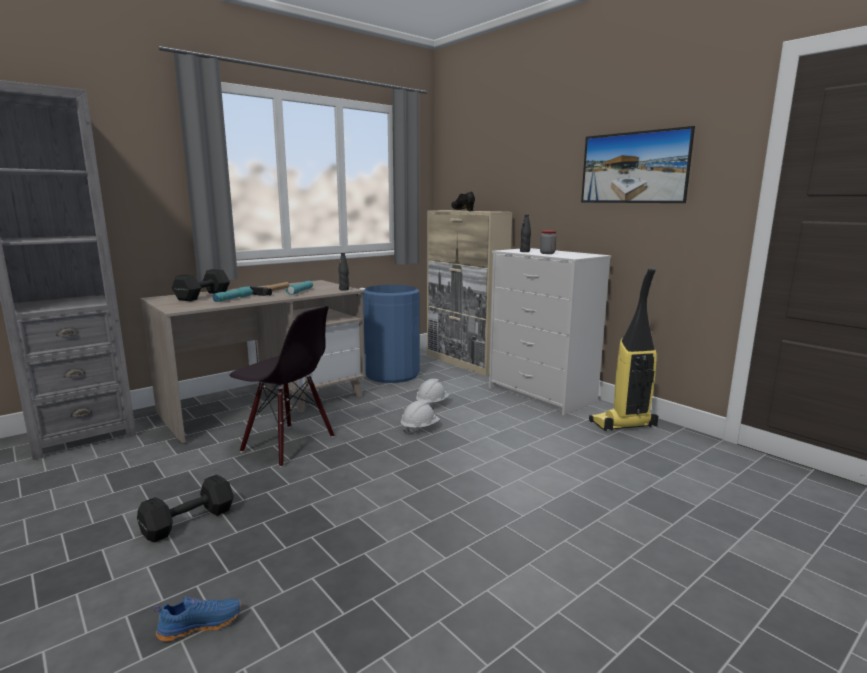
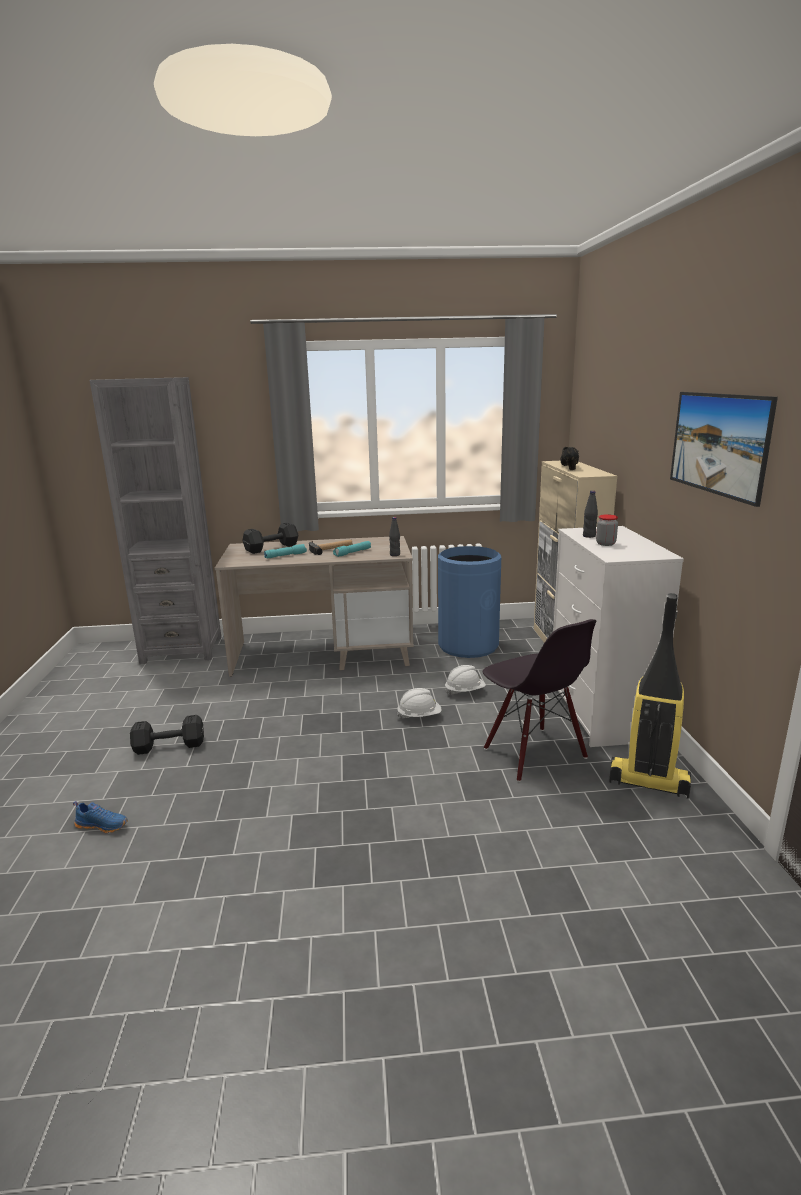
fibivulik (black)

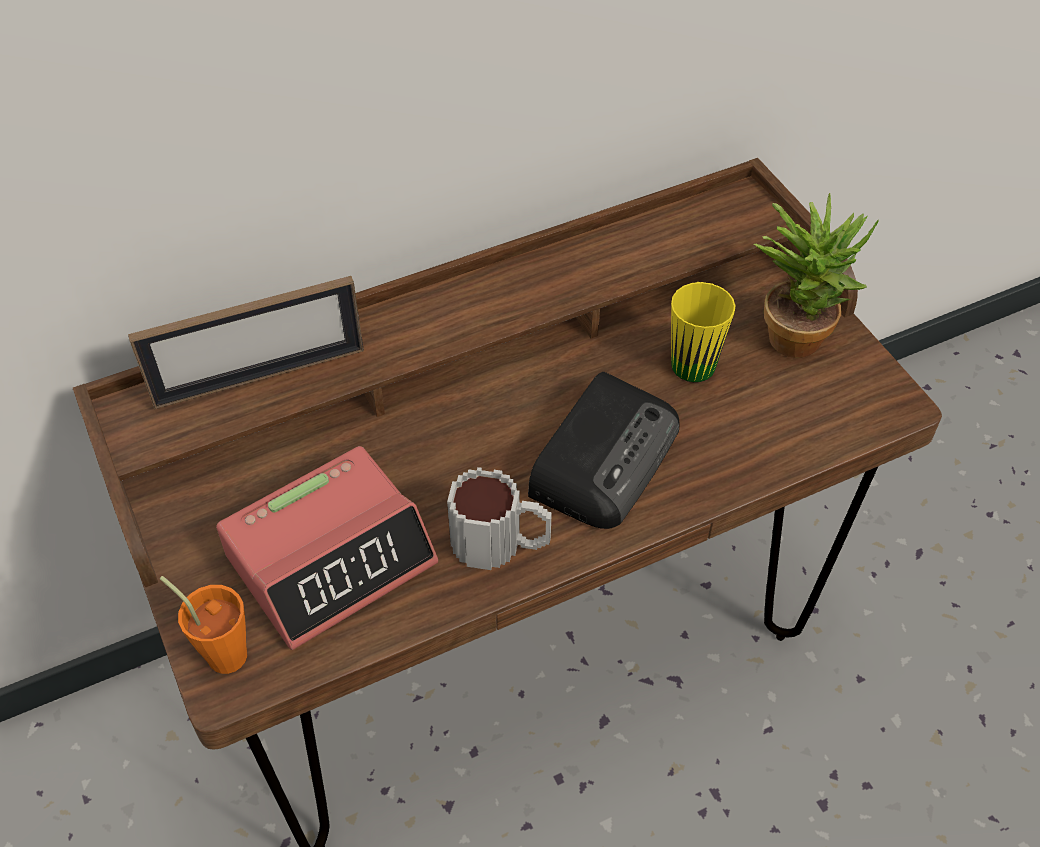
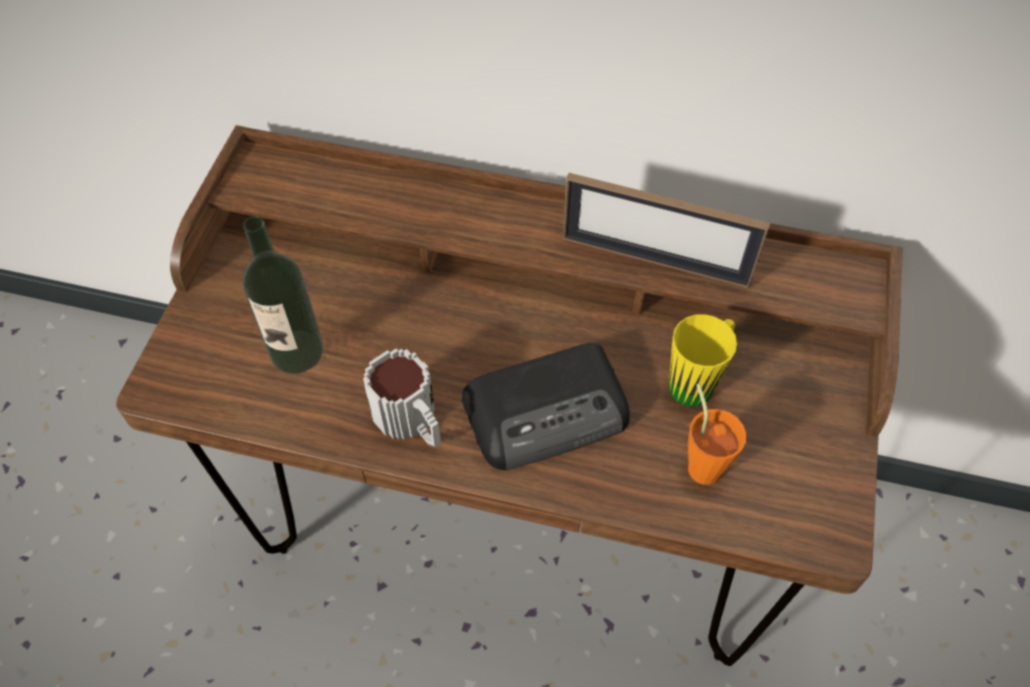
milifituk
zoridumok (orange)
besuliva
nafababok

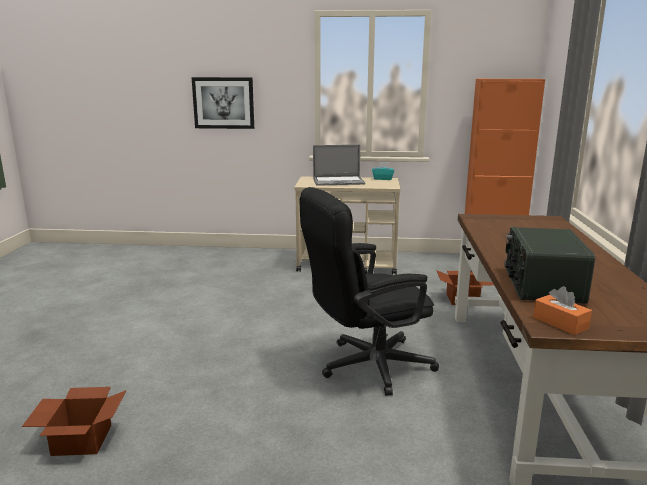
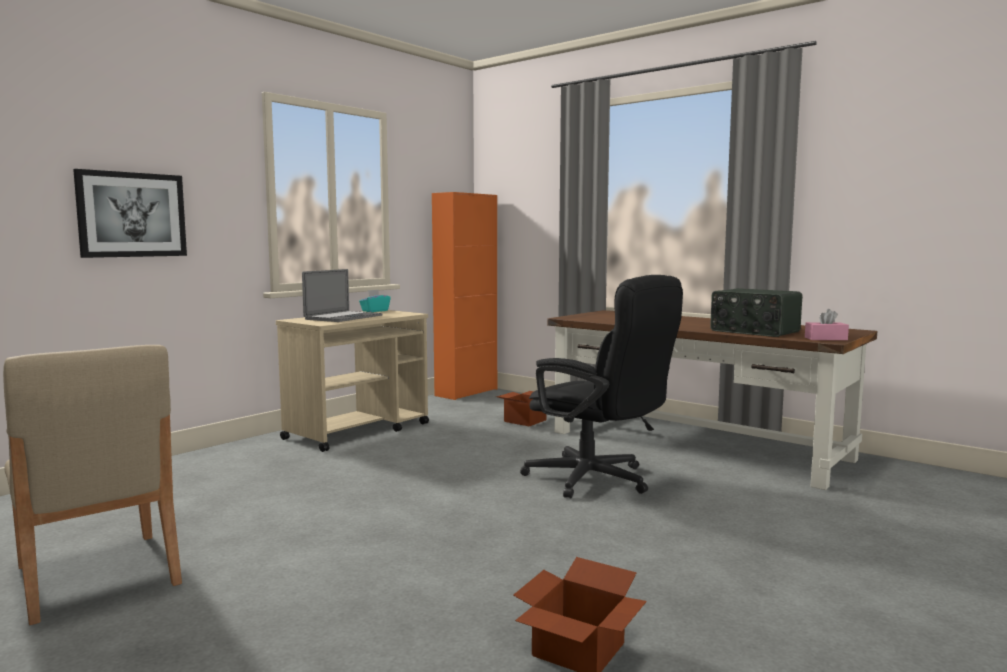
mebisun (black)
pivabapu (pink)
fibivulik (beige)

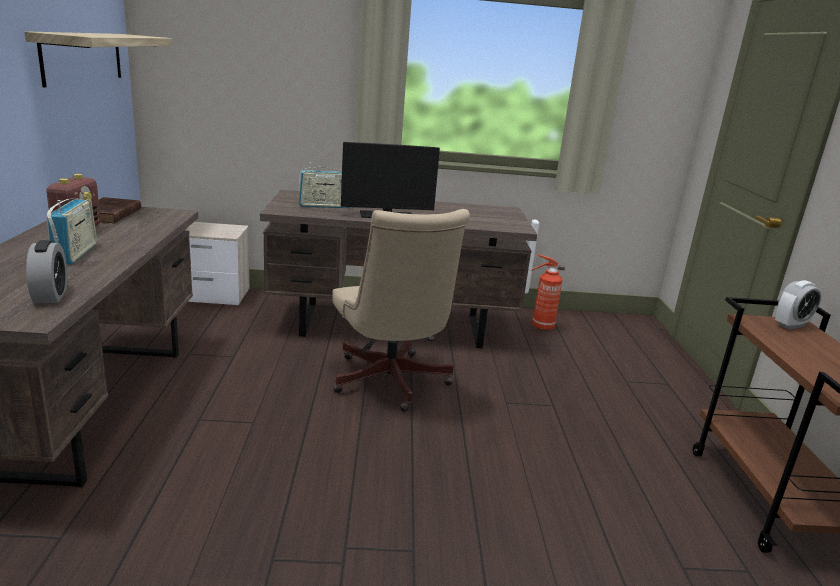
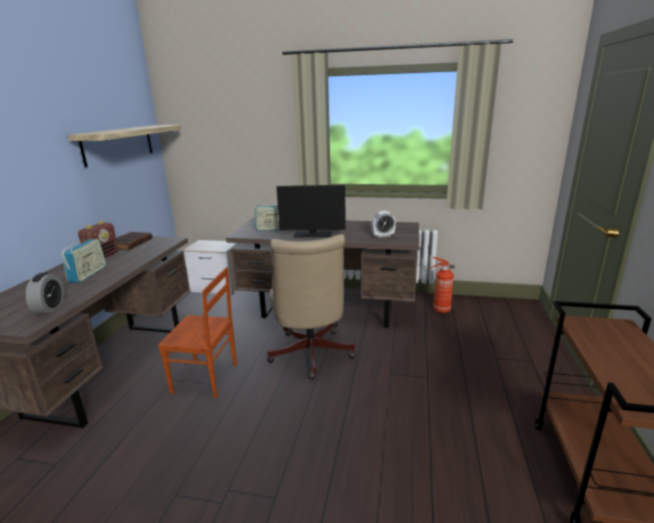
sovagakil (no. 2 from left)
fibivulik (brown)

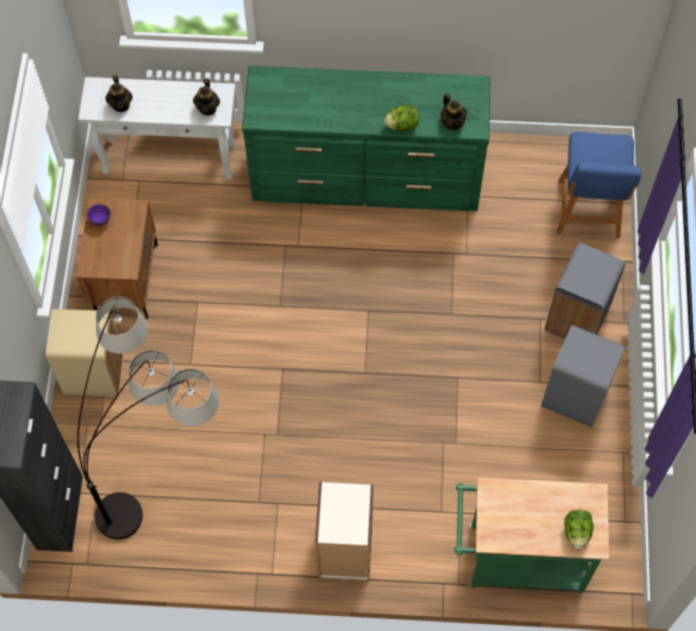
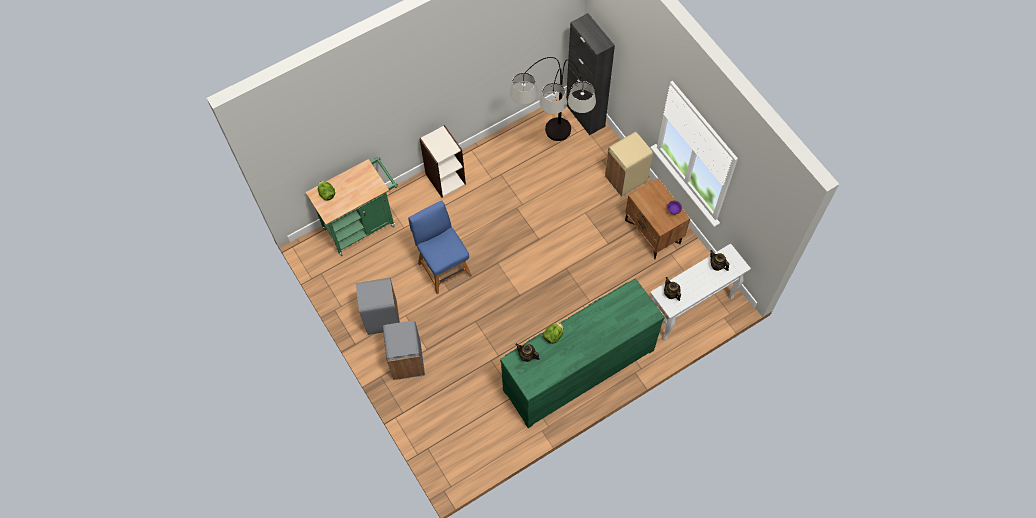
fibivulik (blue)

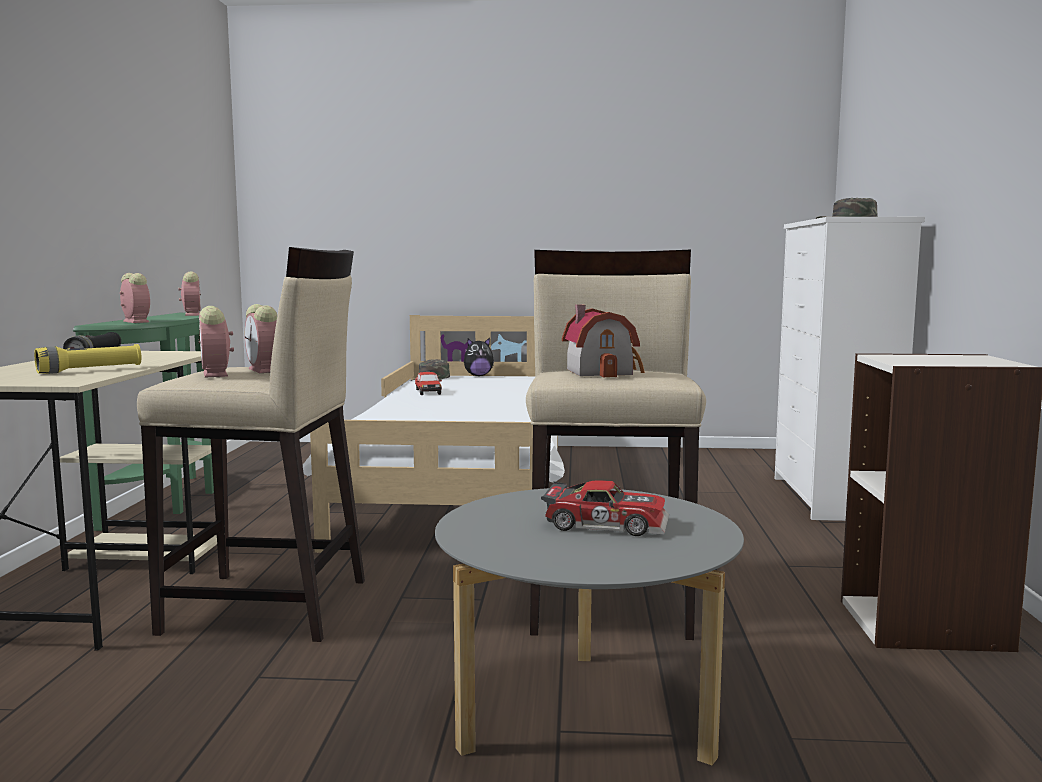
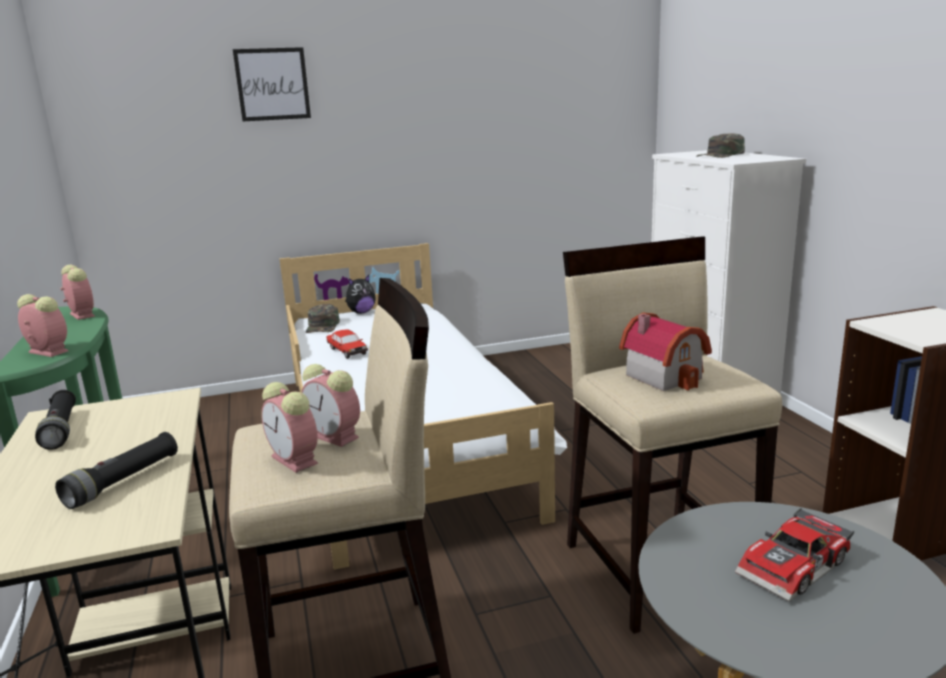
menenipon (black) (no. 2 from left)
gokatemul (no. 2 from left)
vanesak

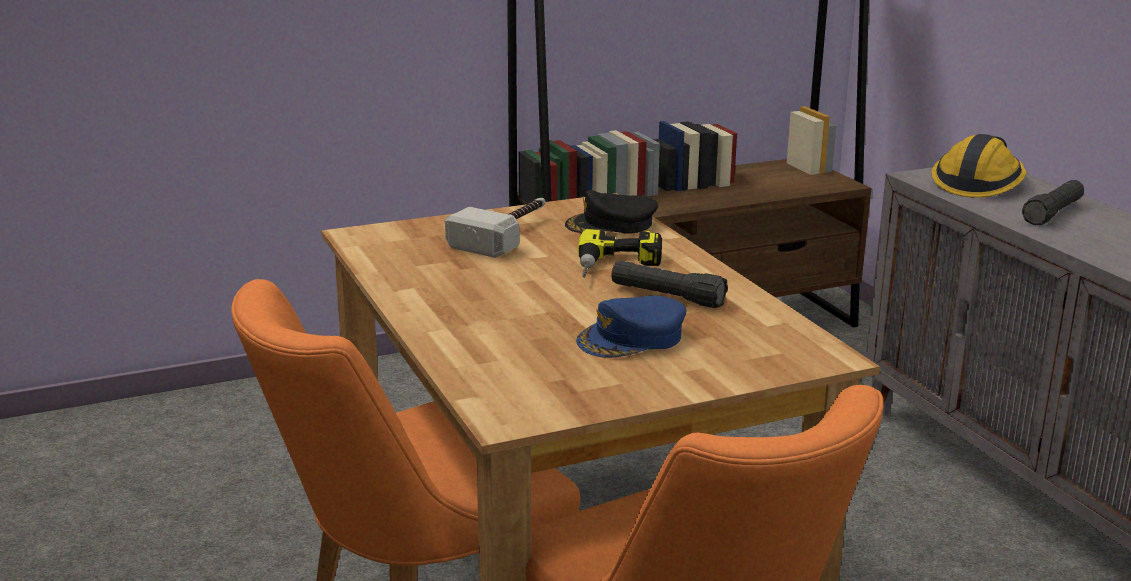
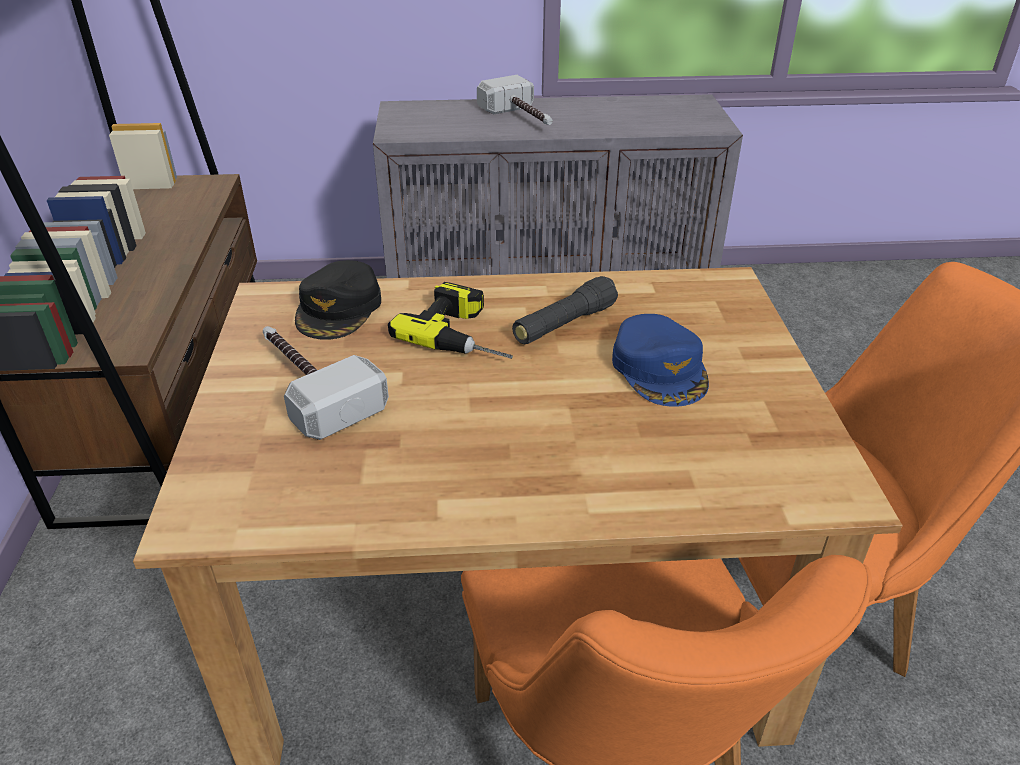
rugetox
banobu (no. 2 from left)

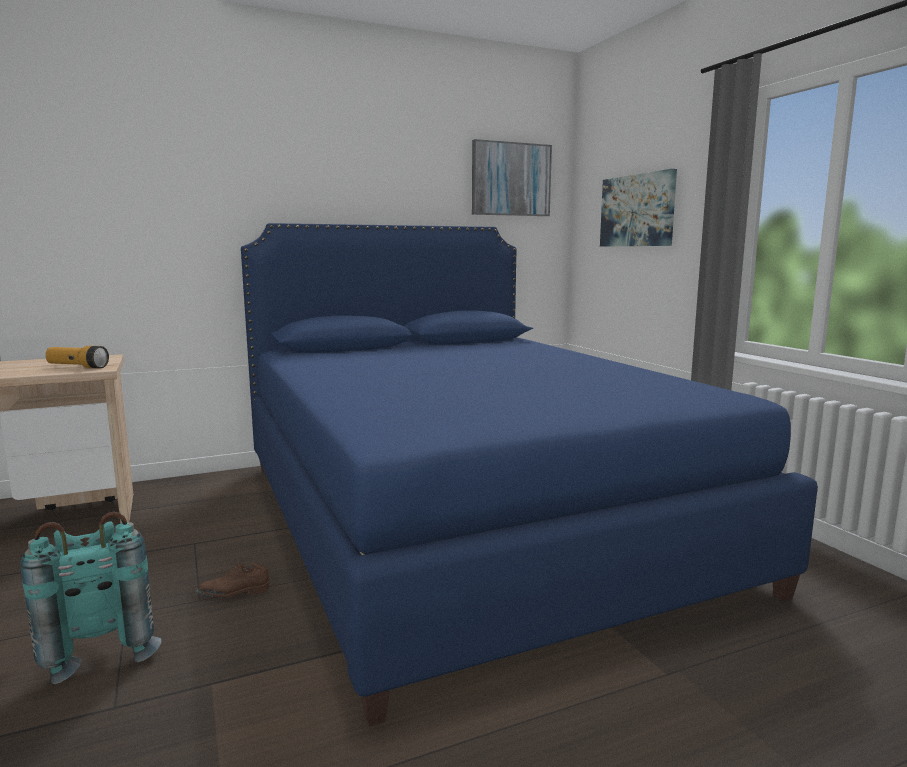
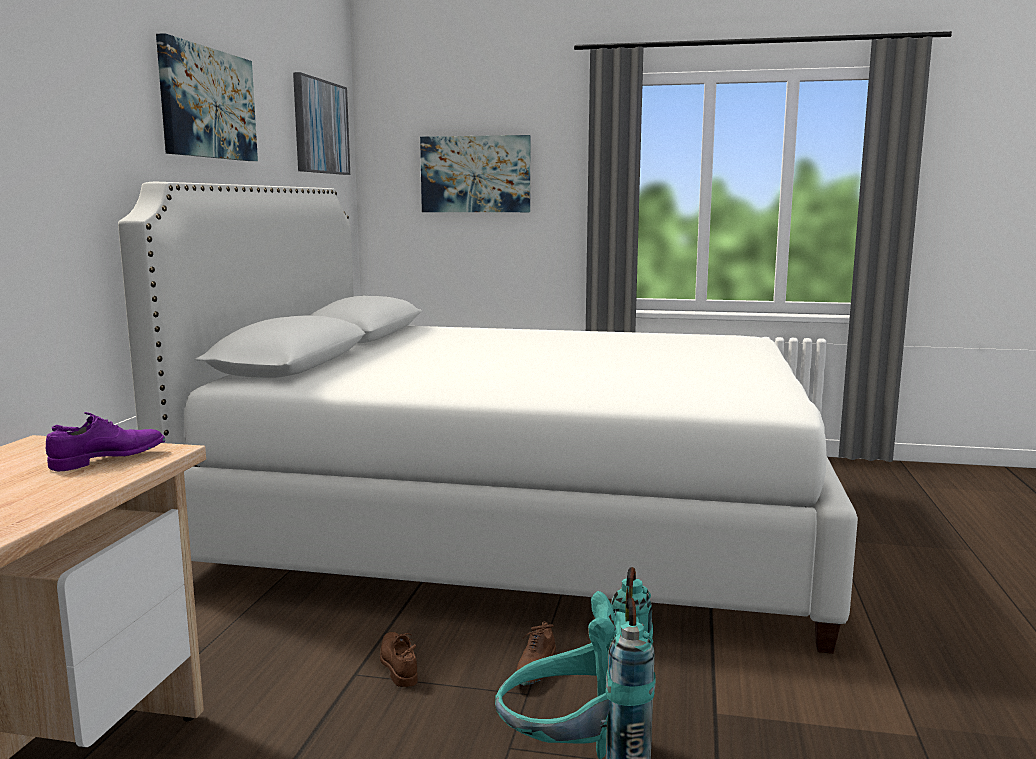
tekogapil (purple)
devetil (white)
vanesak (no. 1 from left)
tekogapil (brown) (no. 1 from left)

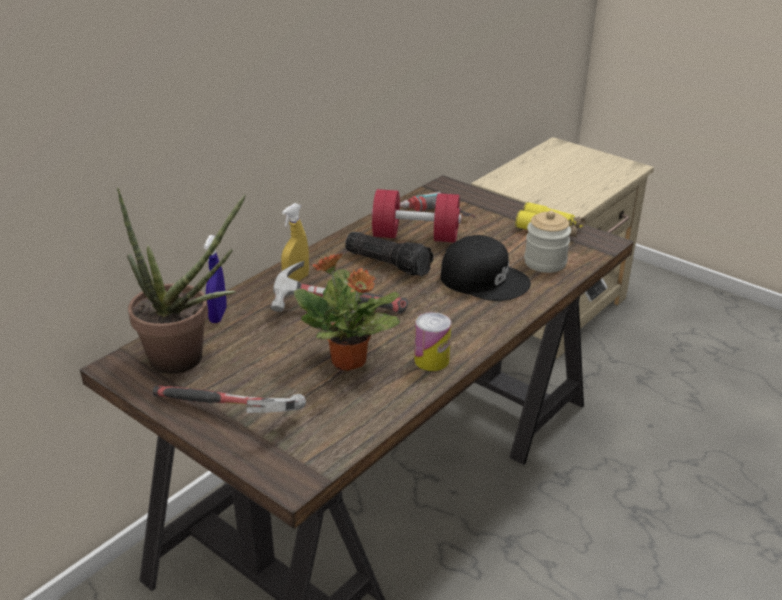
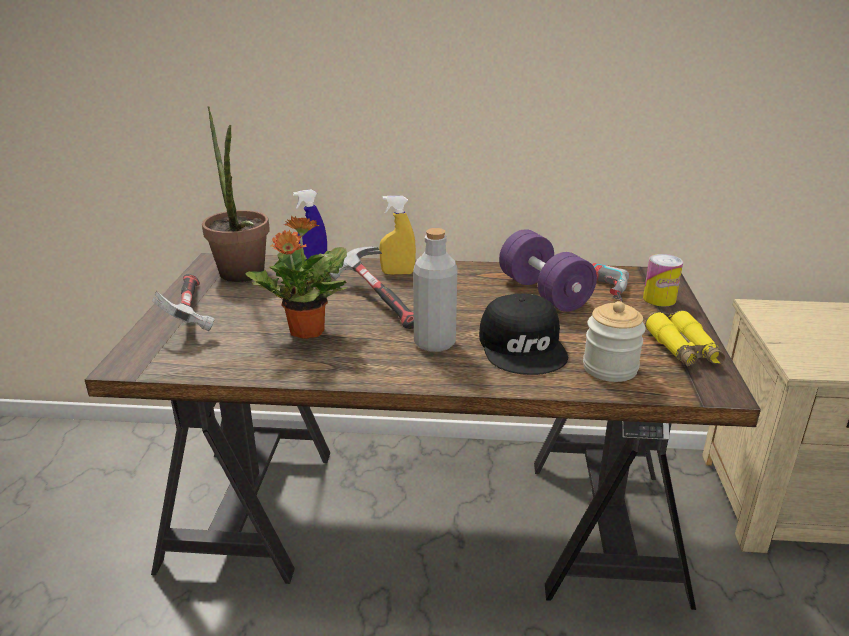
menenipon
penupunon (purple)
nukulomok
besuliva (grey)

